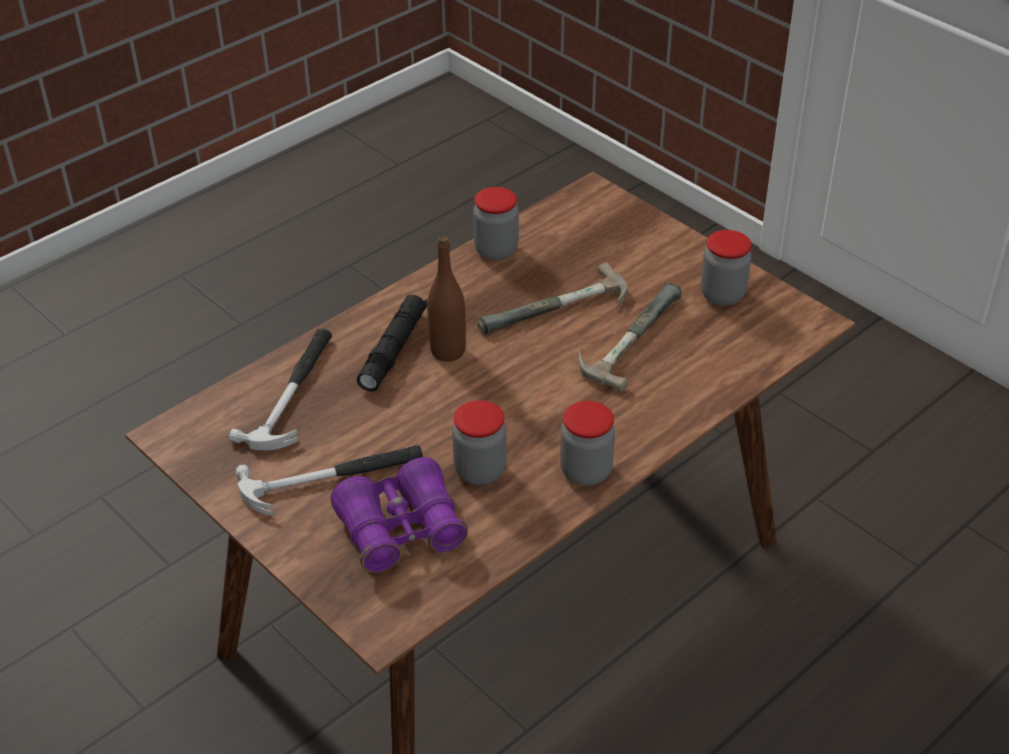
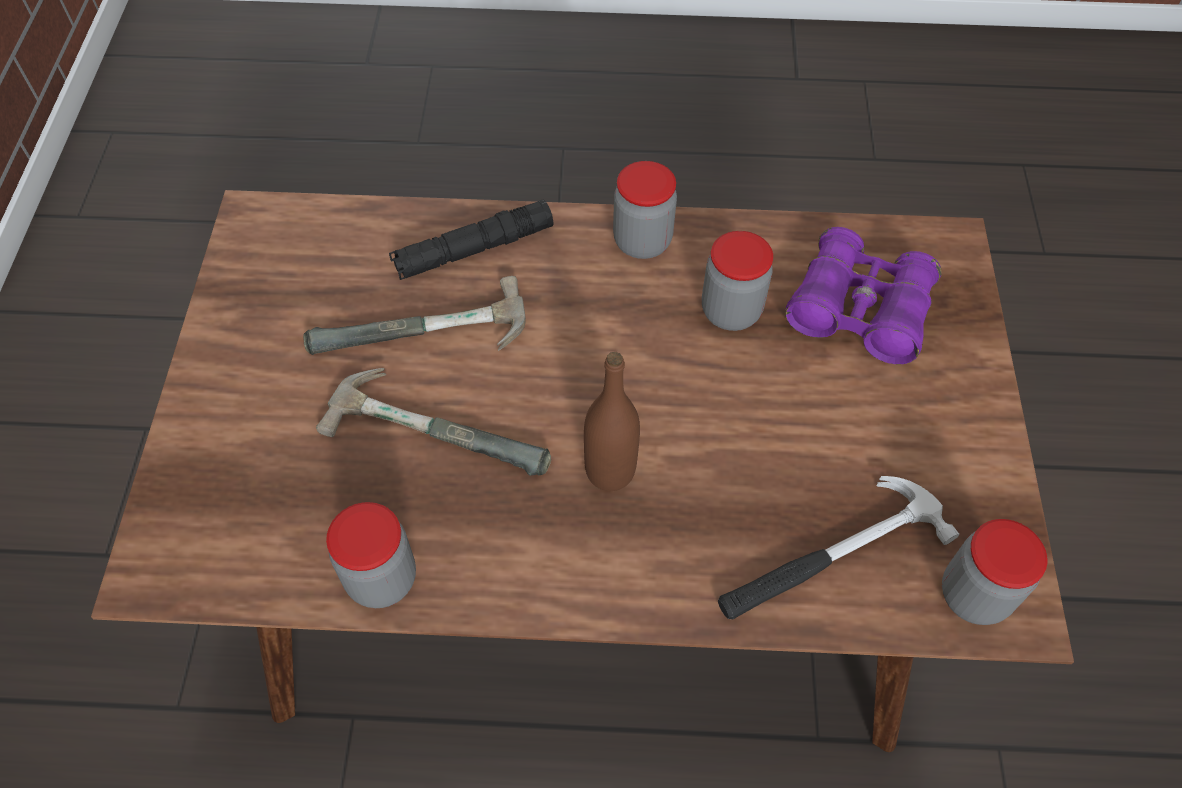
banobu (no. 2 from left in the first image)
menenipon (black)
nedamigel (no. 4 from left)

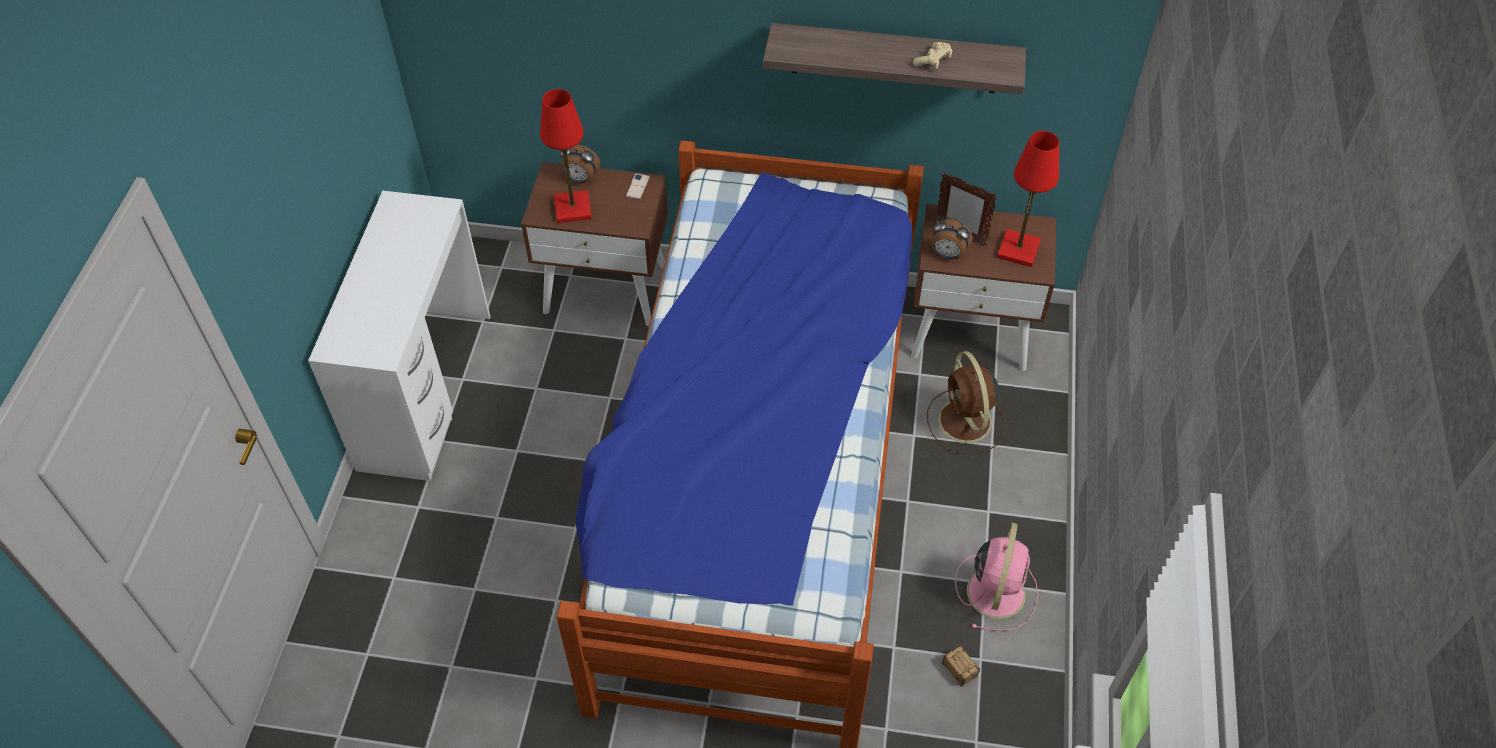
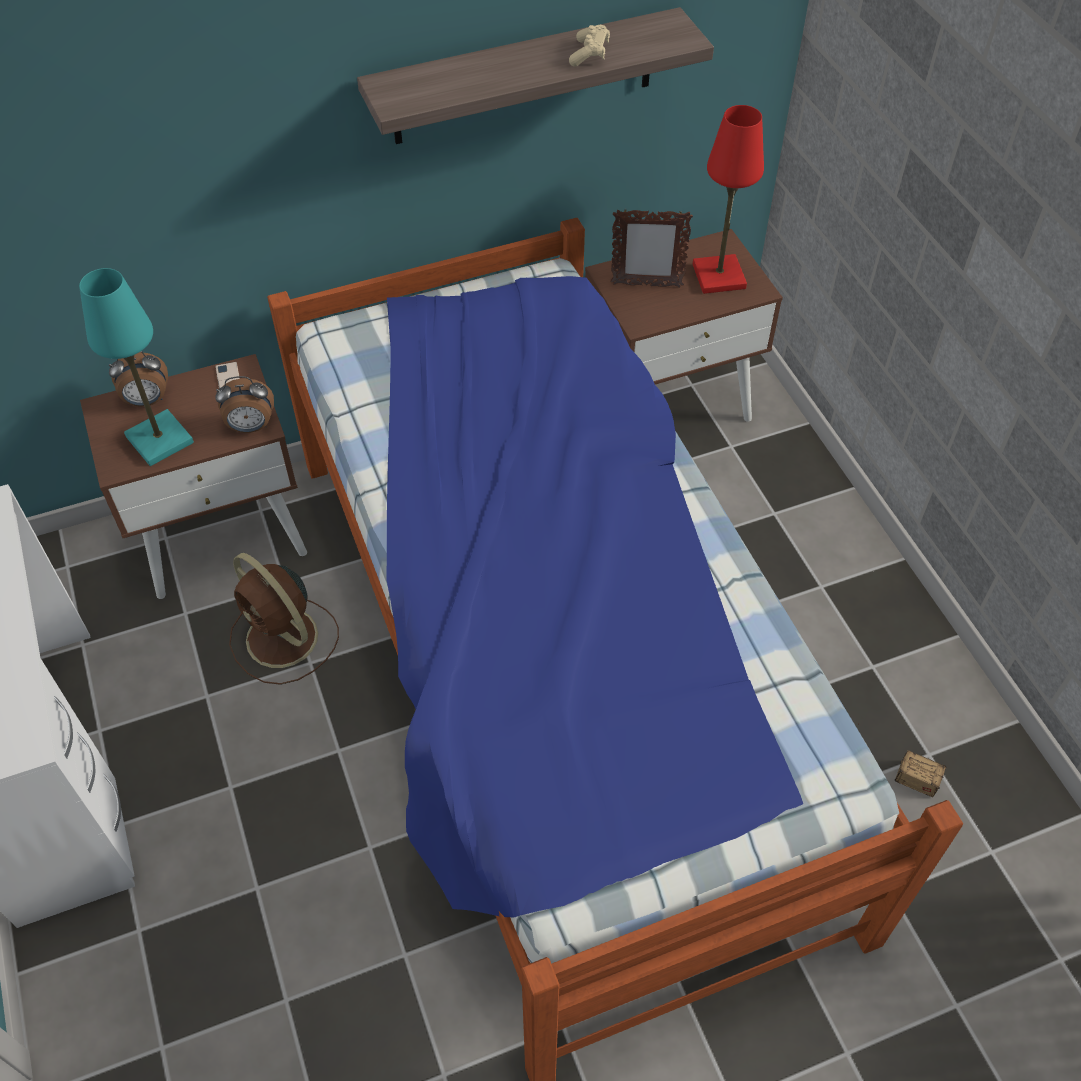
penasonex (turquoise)
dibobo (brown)
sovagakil (no. 2 from left)
dibobo (pink)

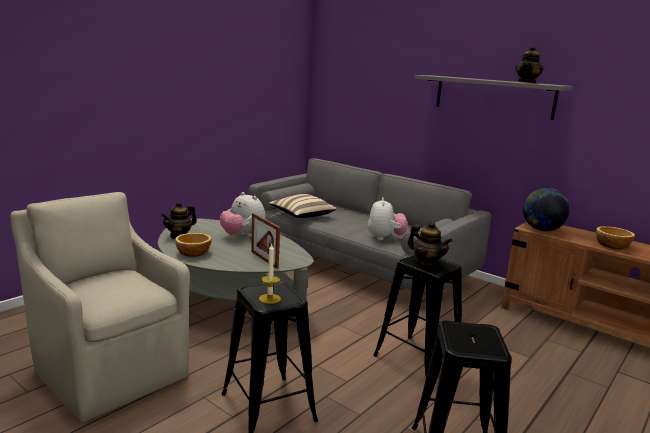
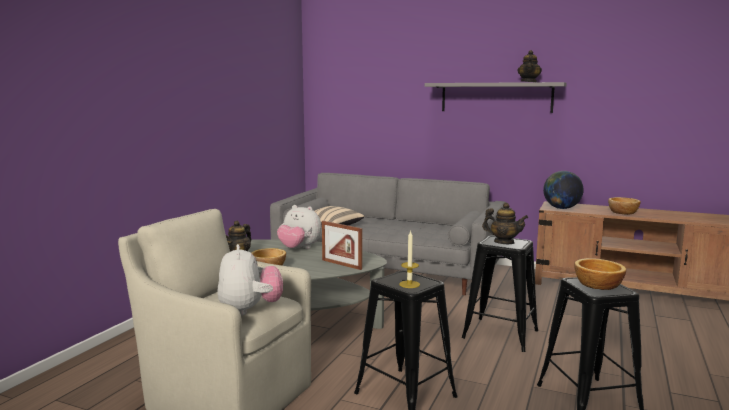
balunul (no. 1 from left)
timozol (no. 2 from left)

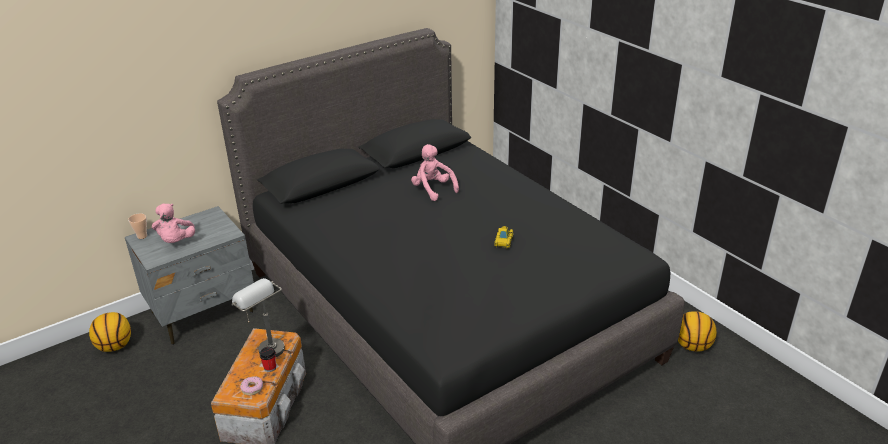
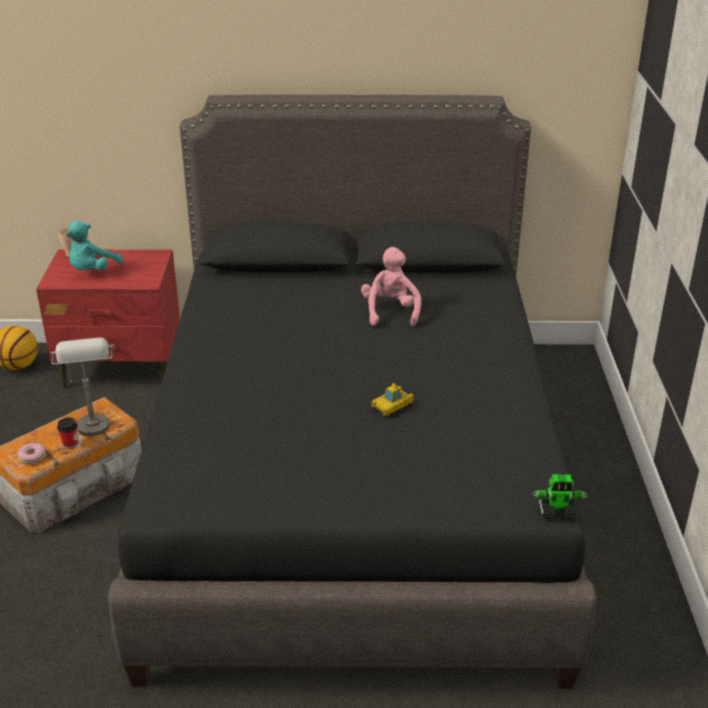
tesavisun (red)
balunul (turquoise)
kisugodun (no. 2 from left in the first image)
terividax

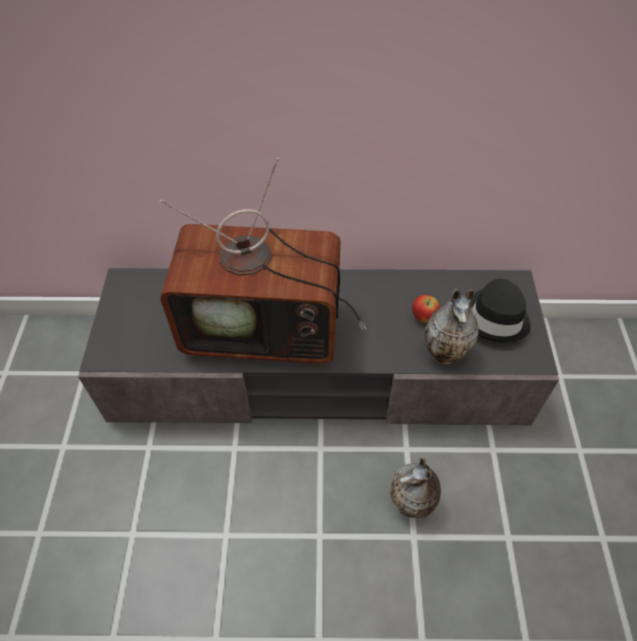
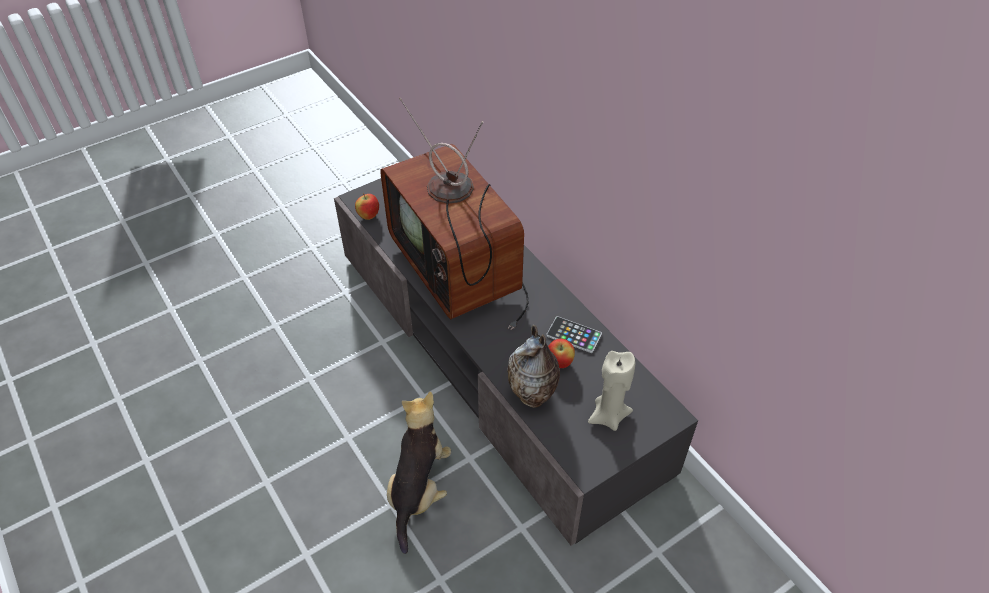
balunul
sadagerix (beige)
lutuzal (no. 1 from left)
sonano

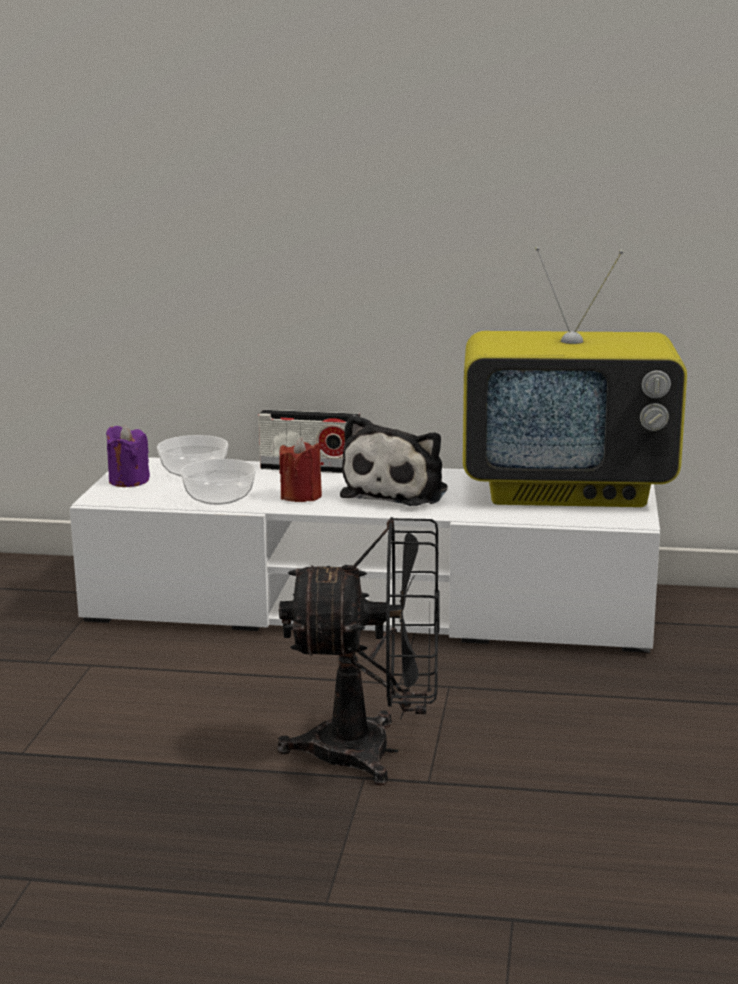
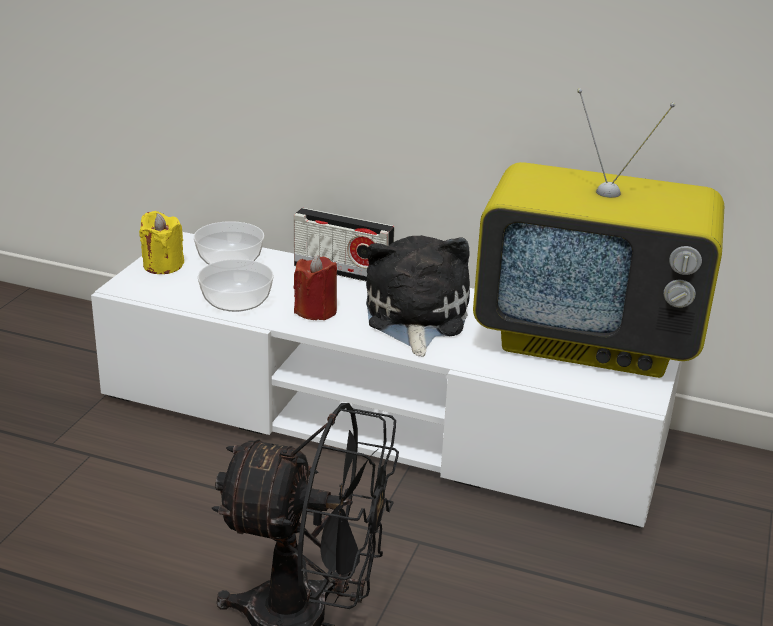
sadagerix (yellow)
balunul

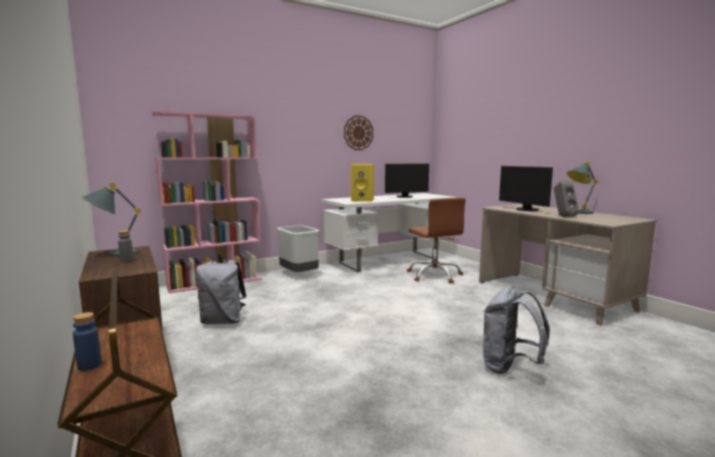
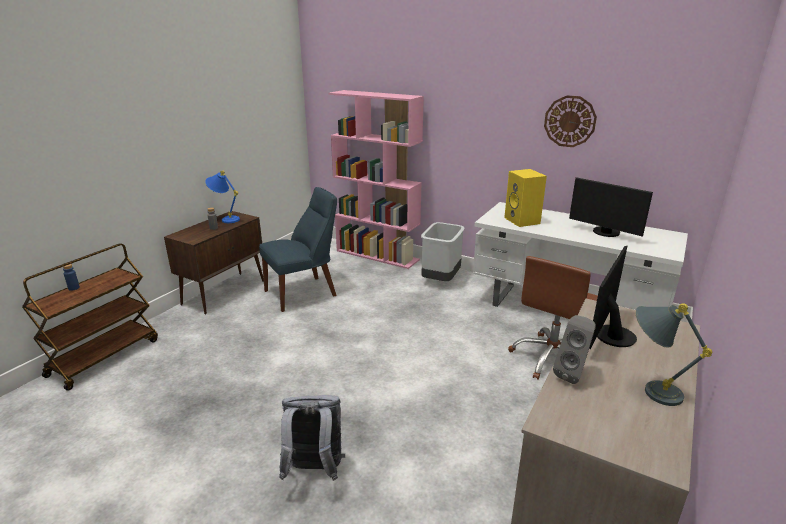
penasonex (blue)
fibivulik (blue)

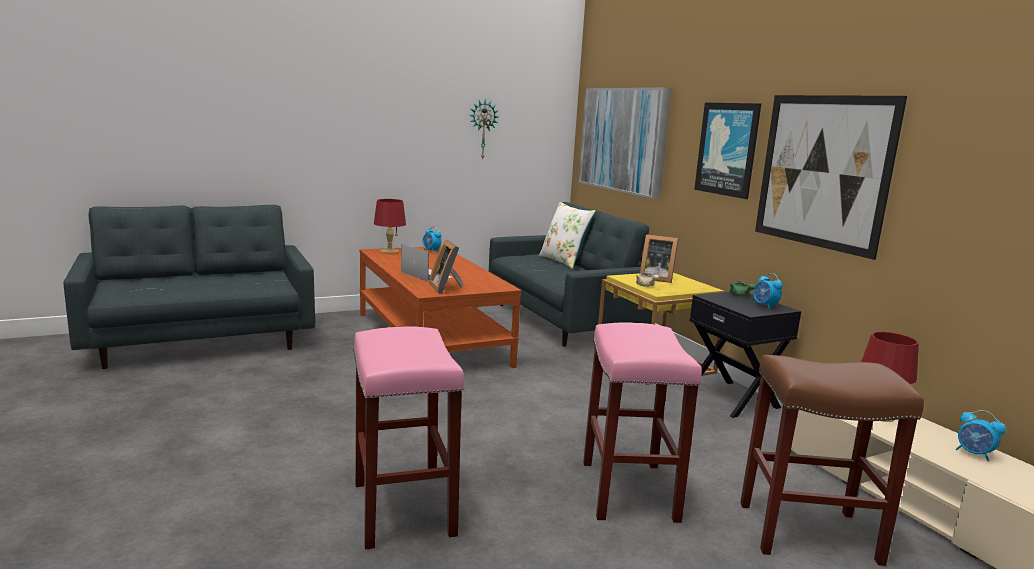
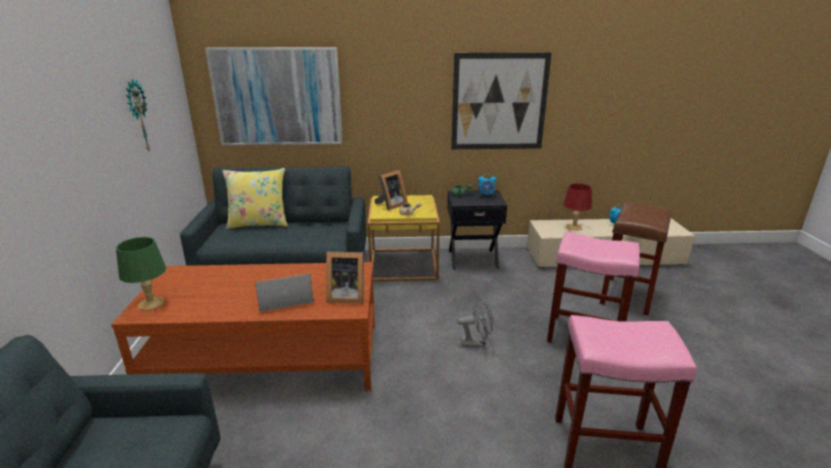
penasonex (green)
sovagakil (no. 1 from left in the first image)
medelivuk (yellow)
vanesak (no. 2 from left in the first image)
dibobo (grey)

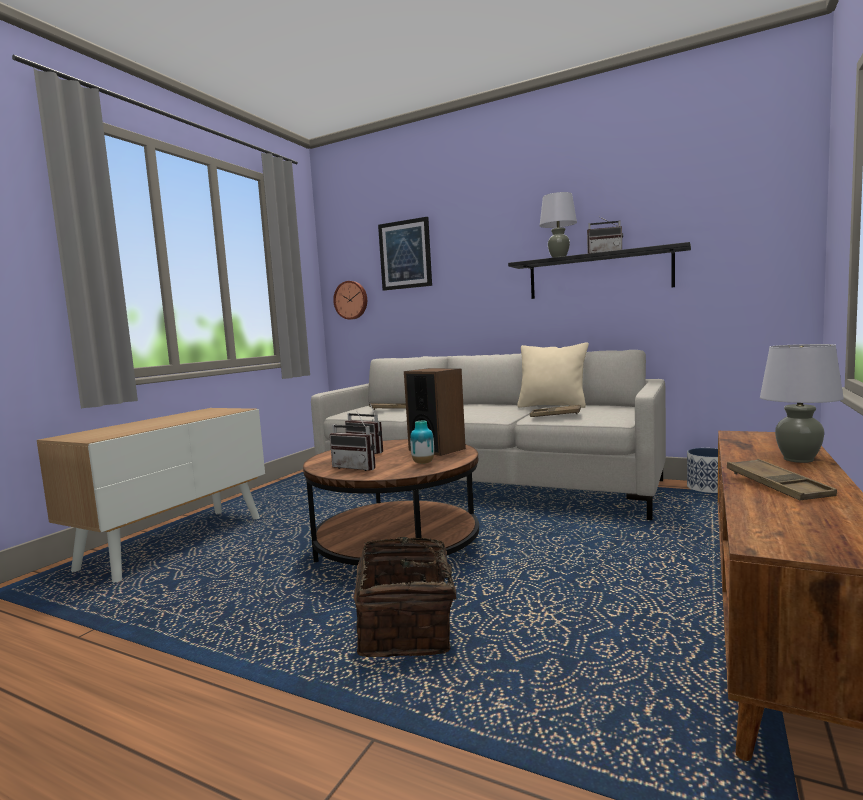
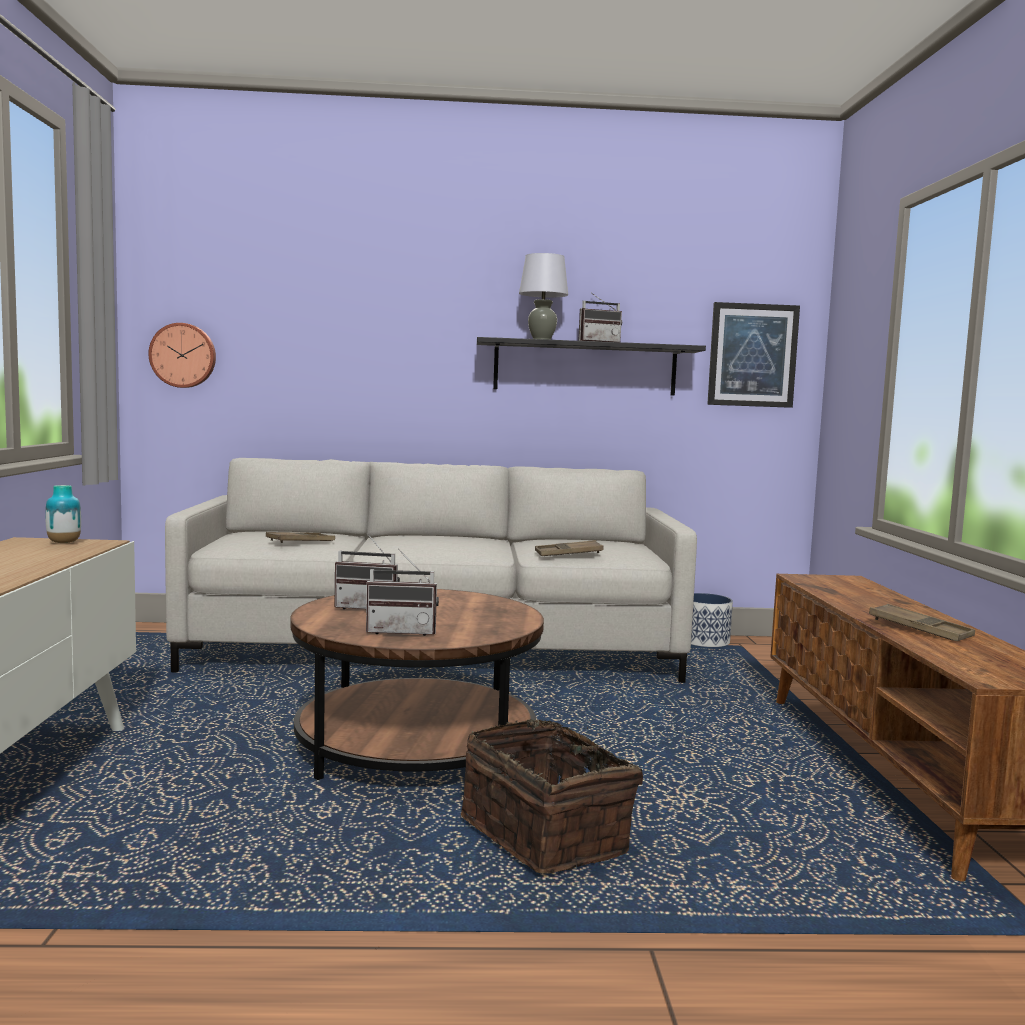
vanesak
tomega
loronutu
medelivuk (beige)
penasonex (grey) (no. 2 from left in the first image)

